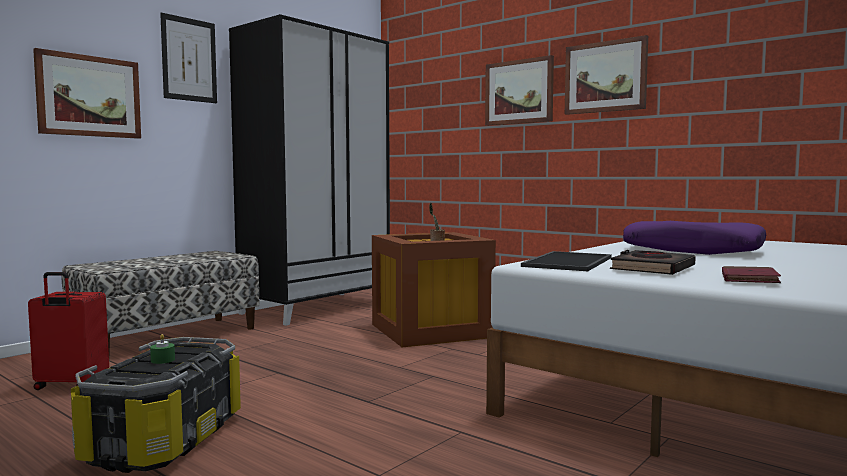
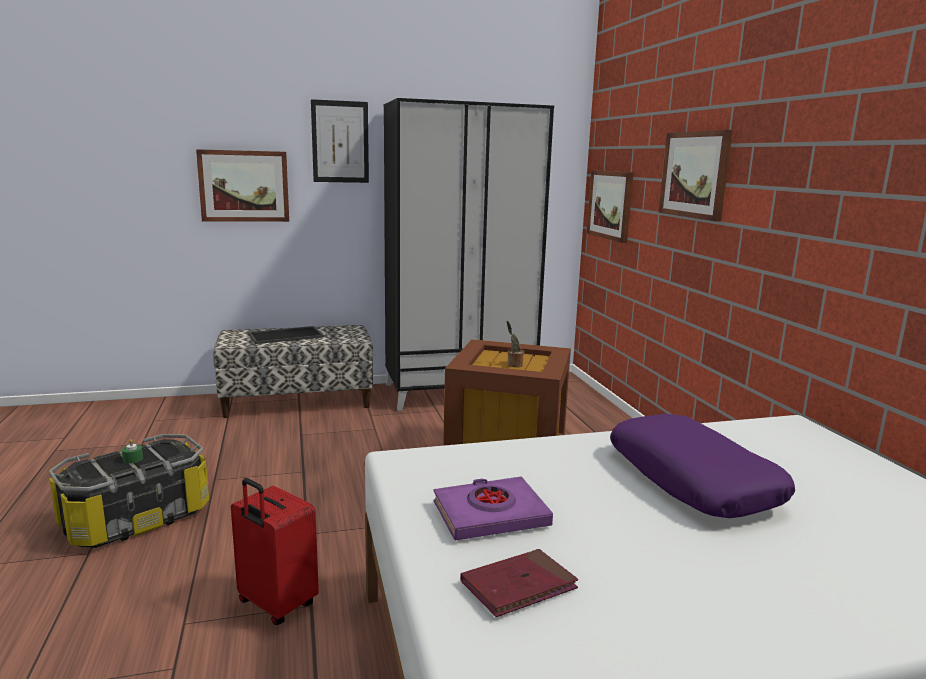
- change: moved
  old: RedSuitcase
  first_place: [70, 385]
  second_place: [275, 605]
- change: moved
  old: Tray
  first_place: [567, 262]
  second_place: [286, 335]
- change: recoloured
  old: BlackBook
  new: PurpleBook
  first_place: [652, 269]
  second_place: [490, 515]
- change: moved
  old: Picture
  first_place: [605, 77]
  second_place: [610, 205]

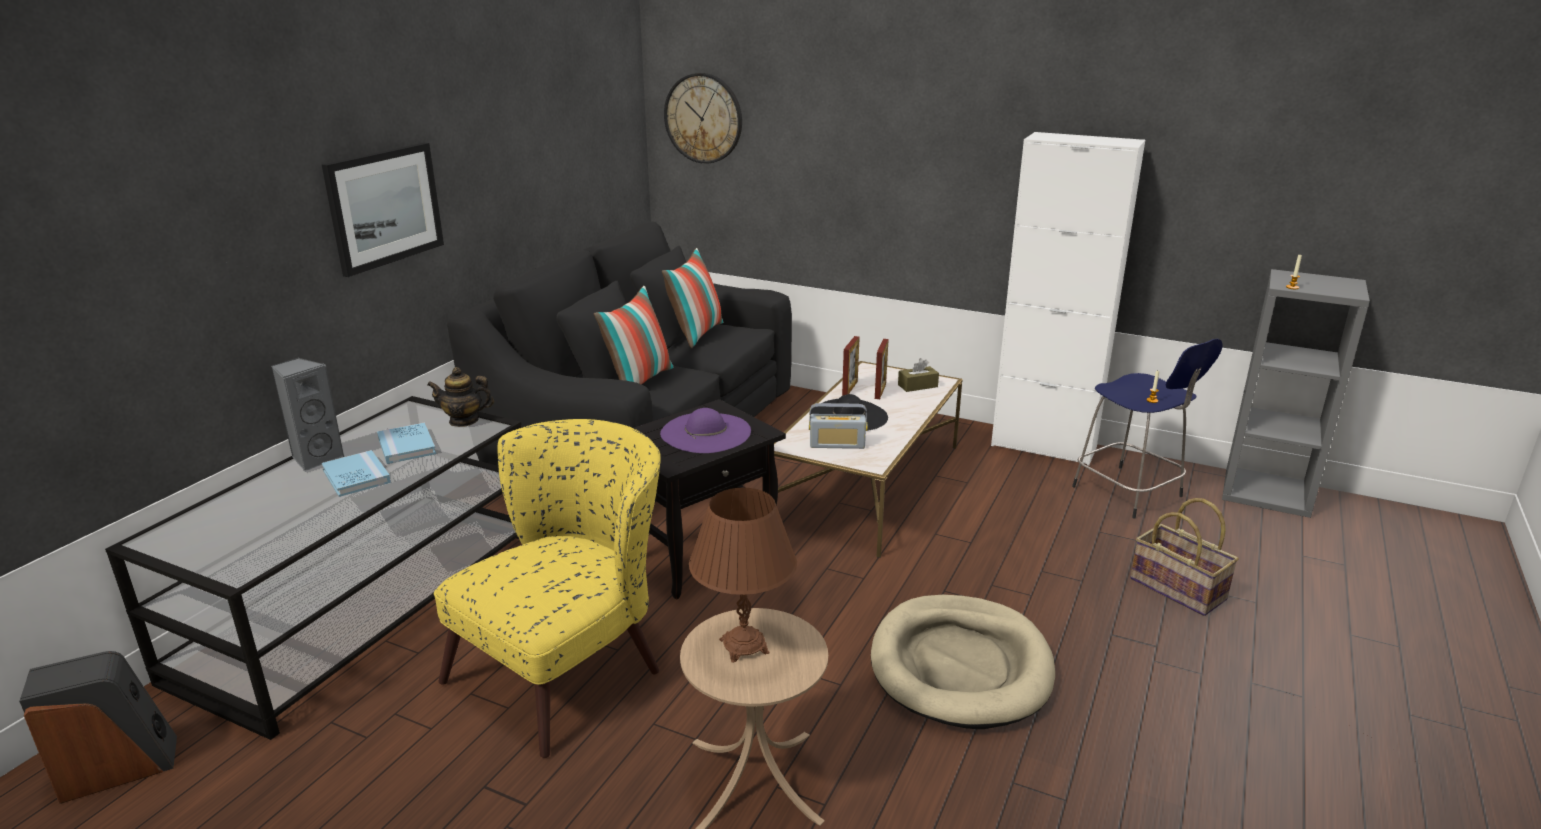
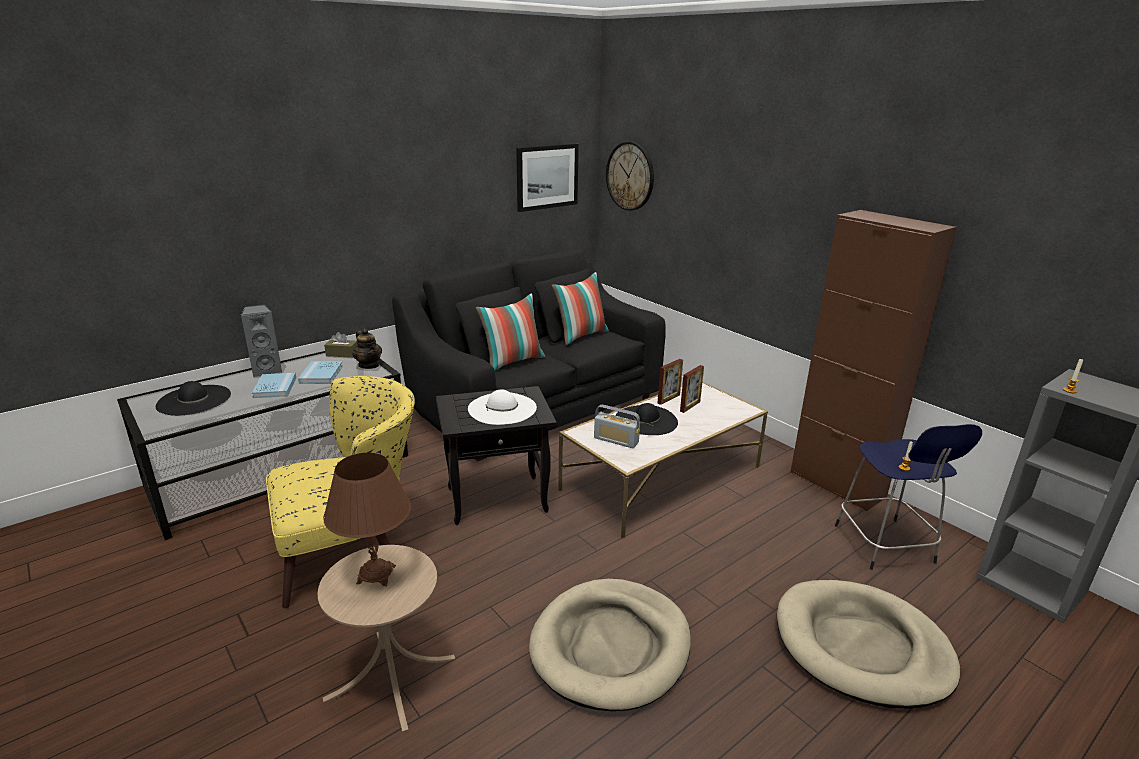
- change: added
  new: BlackHat
  second_place: [194, 400]
- change: moved
  old: BrownTissueBox
  first_place: [917, 386]
  second_place: [342, 354]
- change: turned
  old: Teapot
  first_place: [464, 420]
  second_place: [369, 365]
  degrees: -150
- change: recoloured
  old: PurpleHat
  new: WhiteHat
  first_place: [705, 432]
  second_place: [502, 408]
- change: moved
  old: Picture
  first_place: [384, 207]
  second_place: [547, 177]
- change: replaced
  old: Basket
  new: BeigeDogBed
  first_place: [1179, 589]
  second_place: [861, 647]
- change: recoloured
  old: WhiteCabinet
  new: BrownCabinet
  first_place: [1043, 446]
  second_place: [837, 484]
- change: removed
  old: Speaker
  first_place: [119, 767]

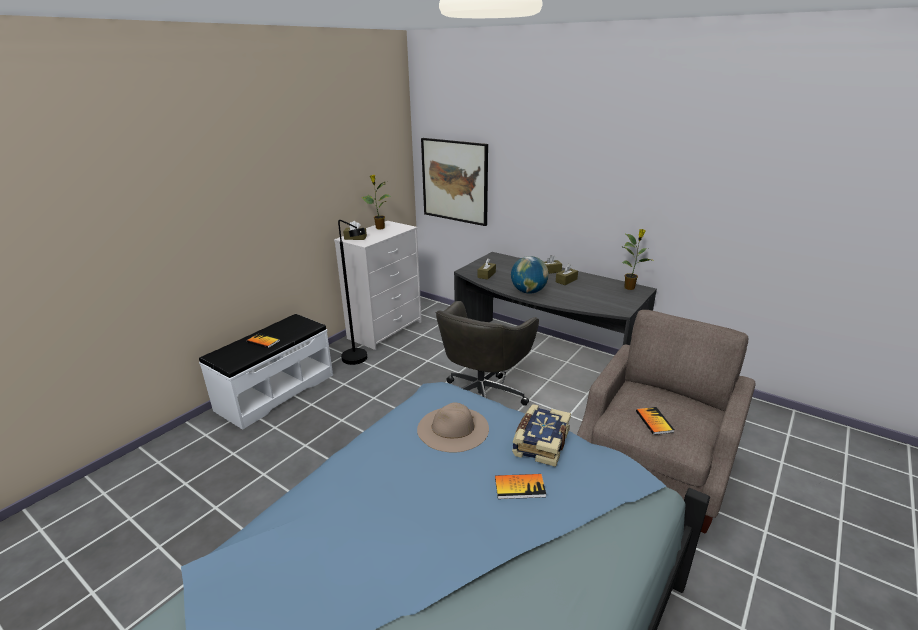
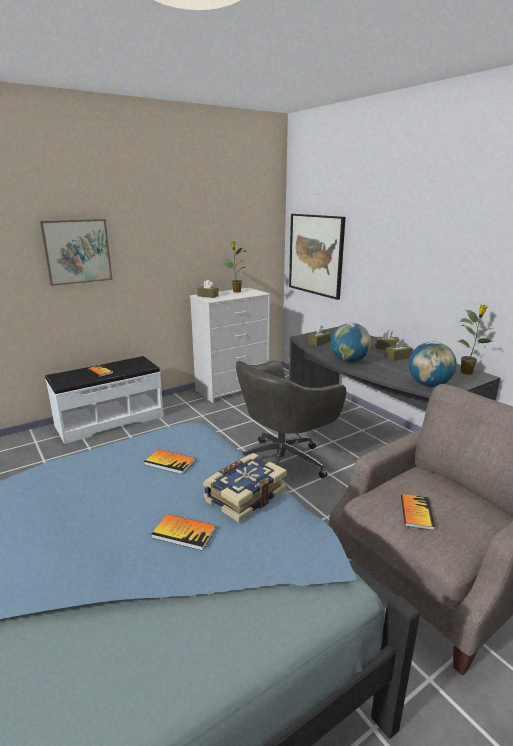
- change: added
  new: Picture
  second_place: [77, 251]
- change: replaced
  old: BeigeHat
  new: Book
  first_place: [453, 428]
  second_place: [170, 462]
- change: added
  new: Globe
  second_place: [429, 384]
- change: removed
  old: BlackFloorLamp
  first_place: [359, 360]

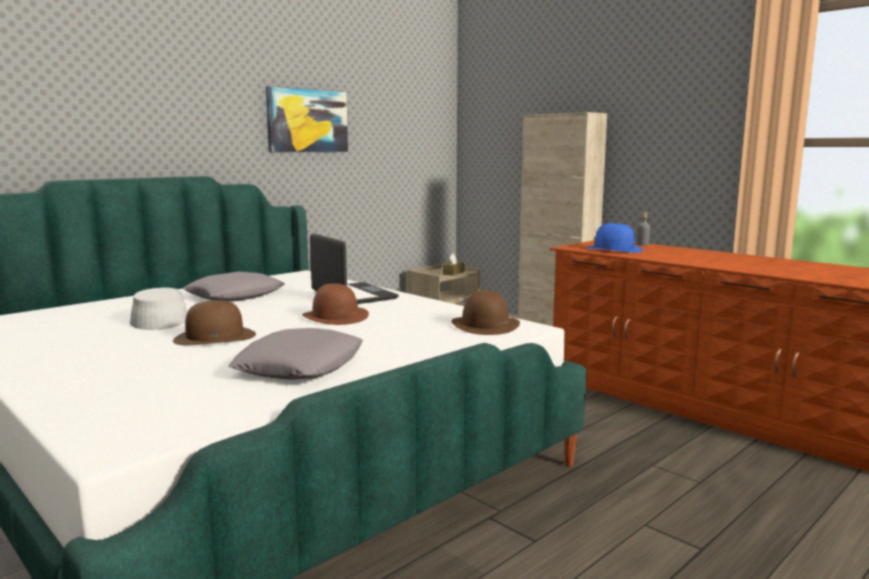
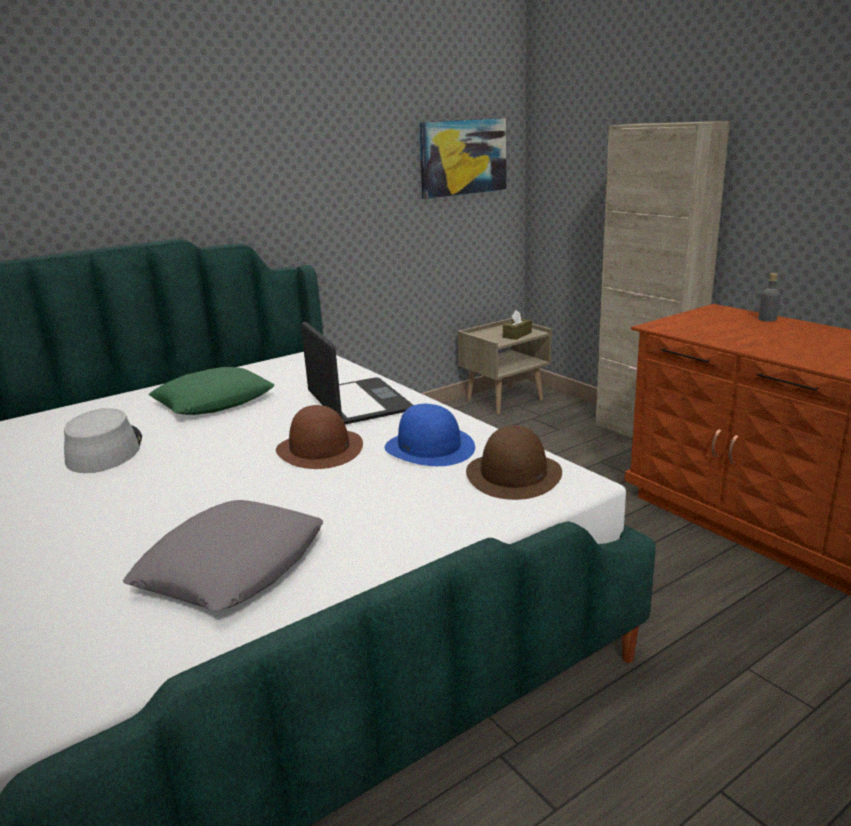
- change: recoloured
  old: GreyPillow
  new: GreenPillow
  first_place: [235, 295]
  second_place: [214, 401]
- change: moved
  old: BlueHat
  first_place: [614, 249]
  second_place: [430, 447]
- change: moved
  old: Picture
  first_place: [307, 121]
  second_place: [463, 157]
- change: removed
  old: BrownHat
  first_place: [215, 337]

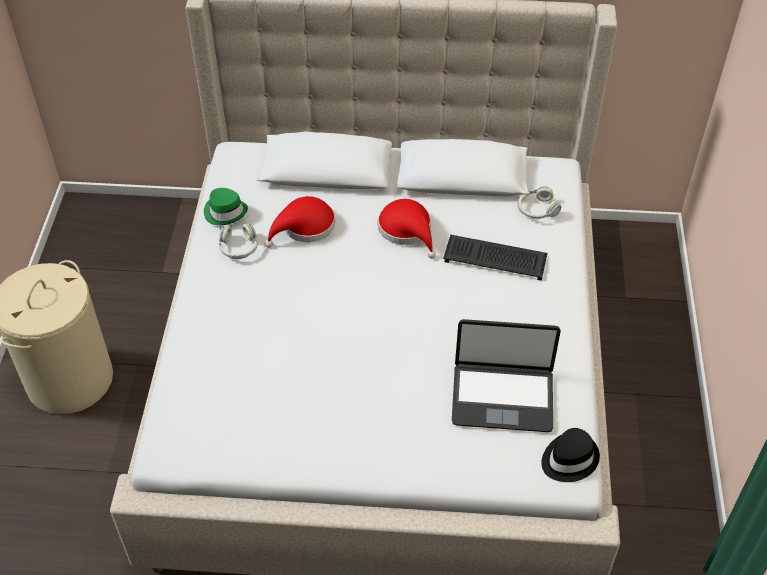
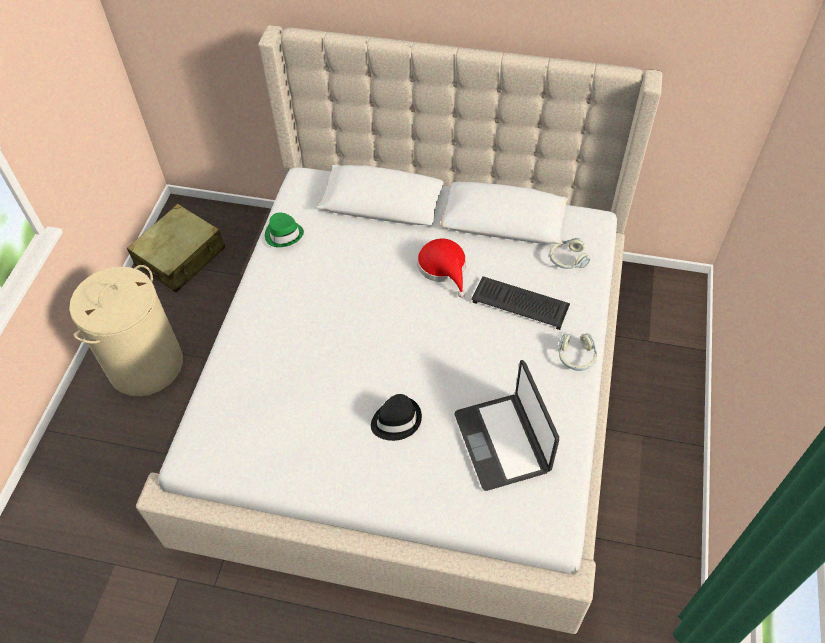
- change: added
  new: BeigeSuitcase
  second_place: [181, 257]
- change: moved
  old: BlackHat
  first_place: [568, 459]
  second_place: [396, 420]
- change: turned
  old: Laptop
  first_place: [502, 397]
  second_place: [503, 442]
  degrees: 60
- change: moved
  old: Headphones
  first_place: [239, 248]
  second_place: [576, 357]
- change: removed
  old: RedHat
  first_place: [304, 227]

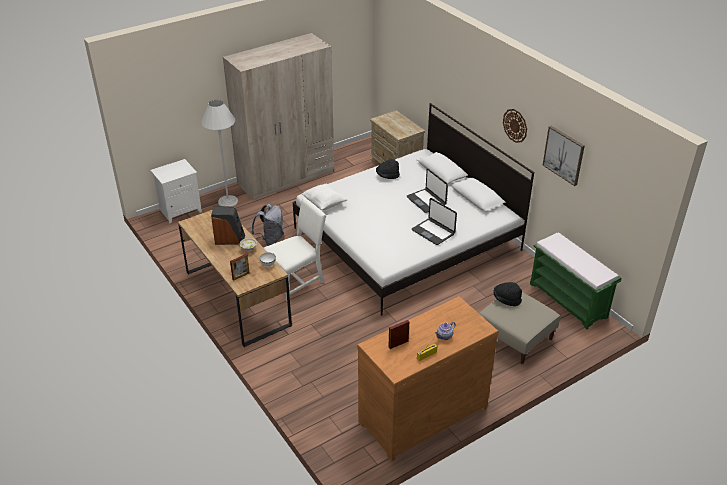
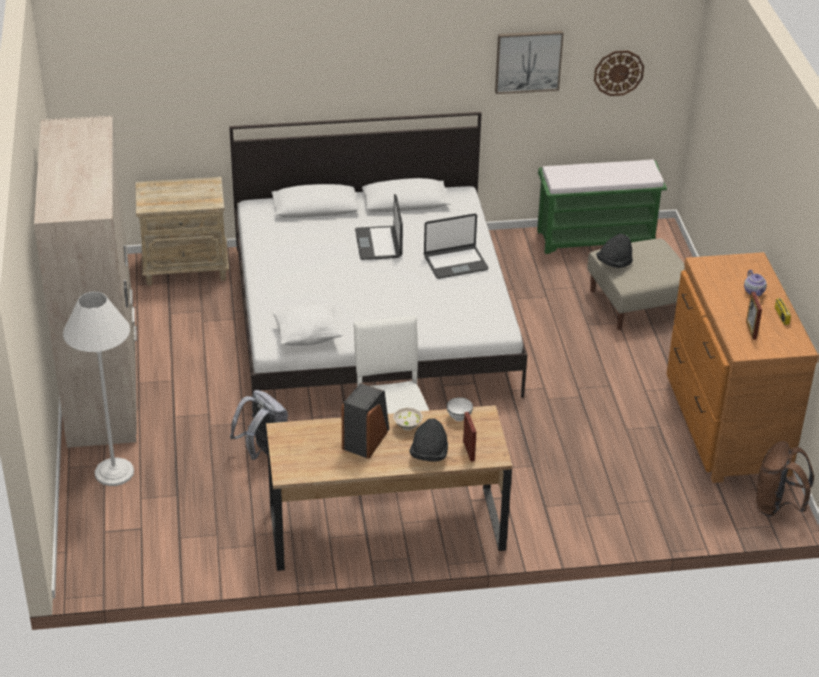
- change: turned
  old: Laptop
  first_place: [426, 201]
  second_place: [379, 244]
  degrees: 90
- change: moved
  old: BlackHat
  first_place: [387, 176]
  second_place: [429, 455]
- change: moved
  old: WallClock
  first_place: [515, 125]
  second_place: [618, 72]
- change: added
  new: BrownBackpack
  second_place: [777, 506]
- change: removed
  old: WhiteNightstand
  first_place: [180, 210]

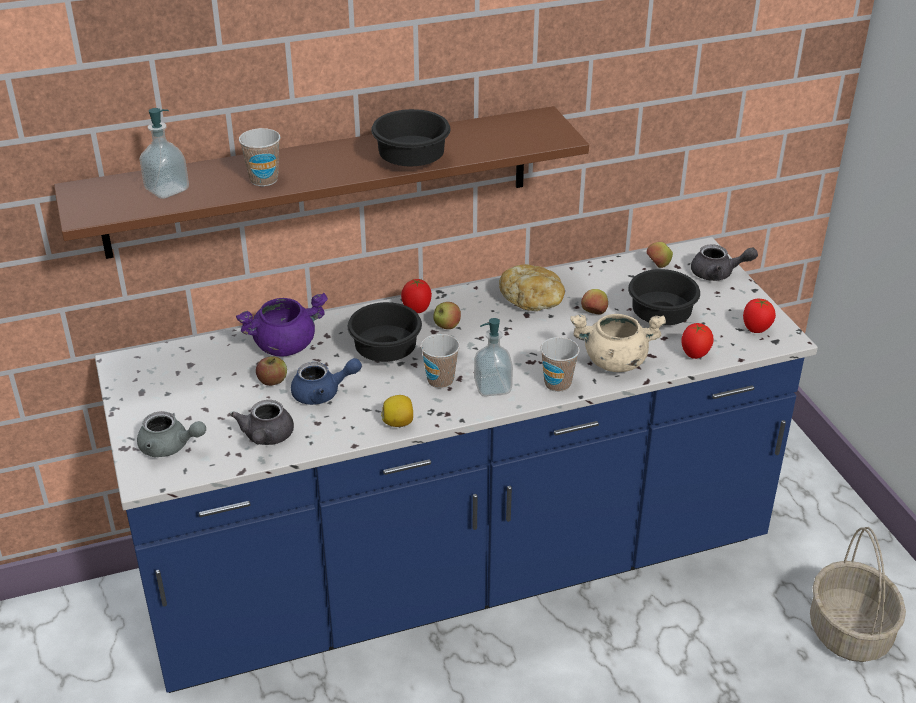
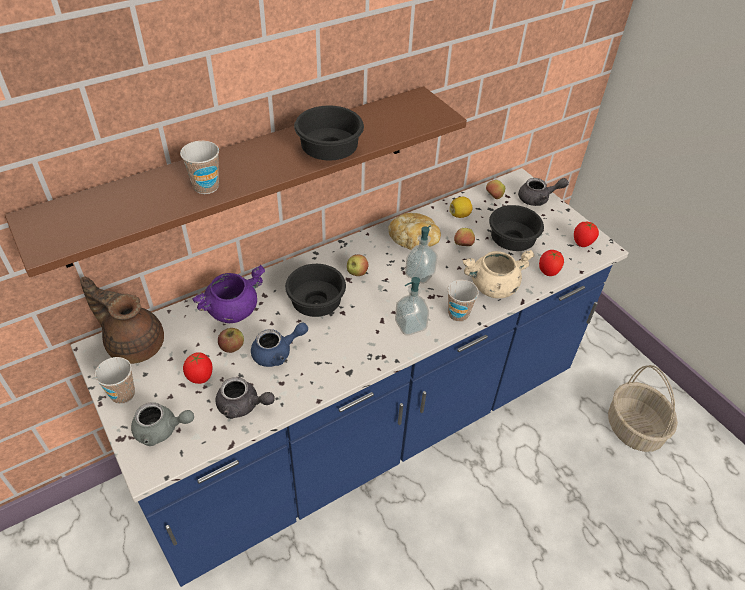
- change: added
  new: BrownTeapot
  second_place: [134, 343]
- change: moved
  old: Cup
  first_place: [440, 380]
  second_place: [123, 394]
- change: moved
  old: Tomato
  first_place: [417, 310]
  second_place: [201, 378]
- change: turned
  old: GreyTeapot
  first_place: [266, 438]
  second_place: [243, 406]
  degrees: -60
- change: moved
  old: SoapDispenser
  first_place: [167, 190]
  second_place: [420, 274]
- change: moved
  old: Lemon
  first_place: [398, 423]
  second_place: [460, 215]

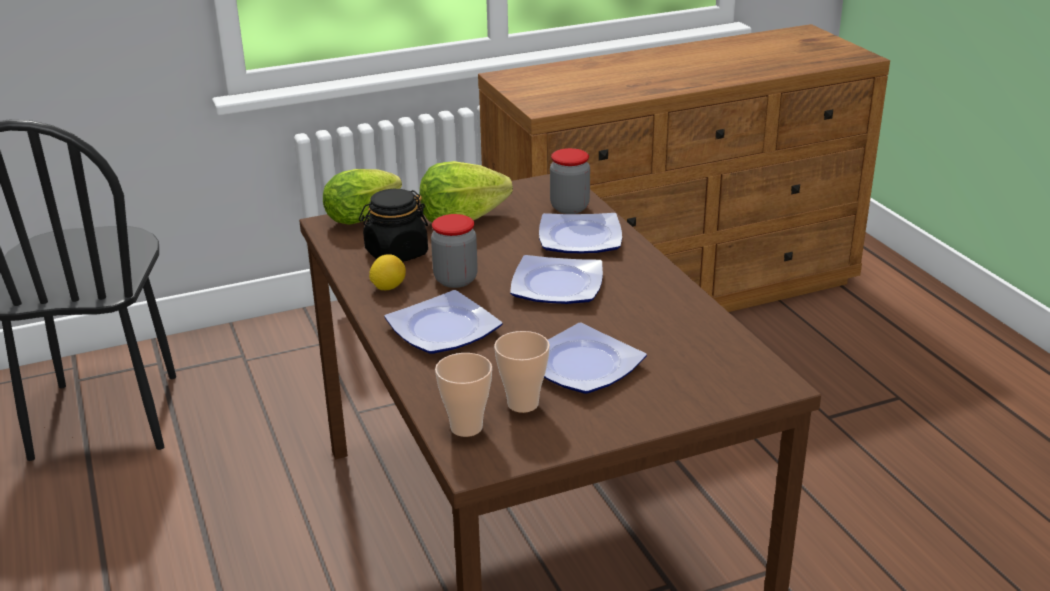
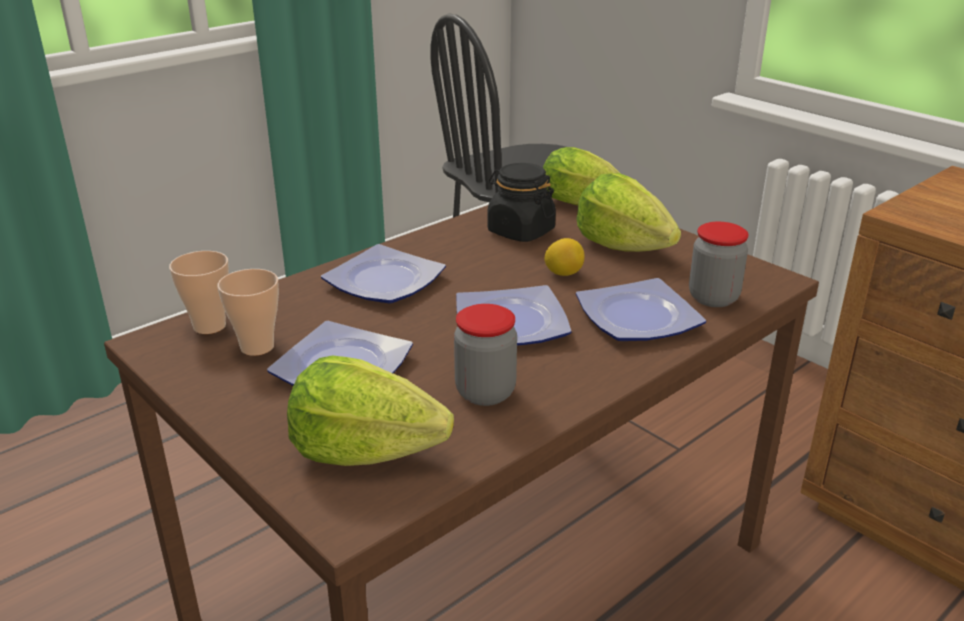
- change: added
  new: Lettuce
  second_place: [365, 451]
- change: moved
  old: Jar
  first_place: [455, 279]
  second_place: [485, 392]
- change: moved
  old: Lemon
  first_place: [388, 287]
  second_place: [563, 273]

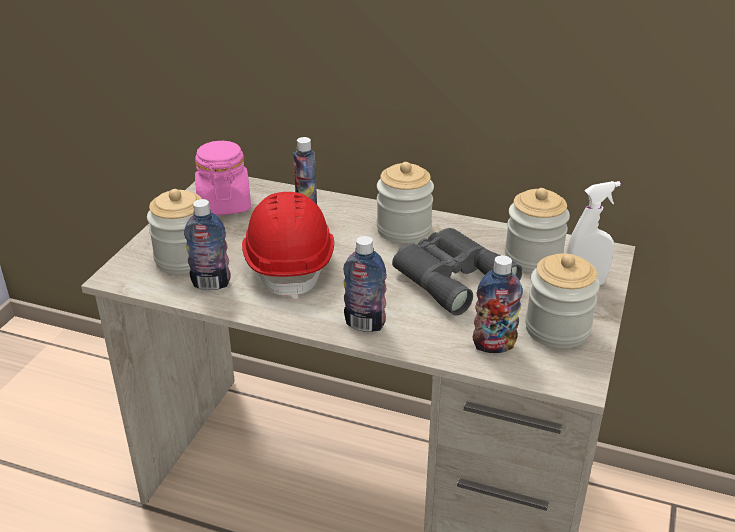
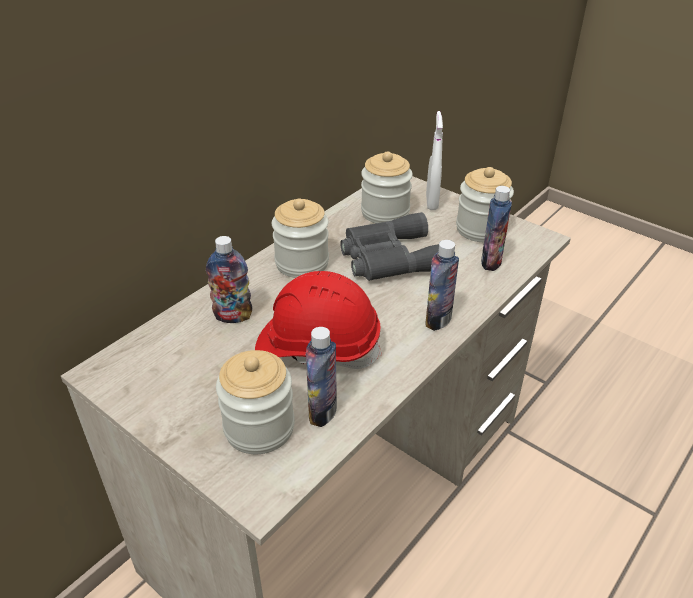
- change: removed
  old: PinkJar
  first_place: [224, 204]

